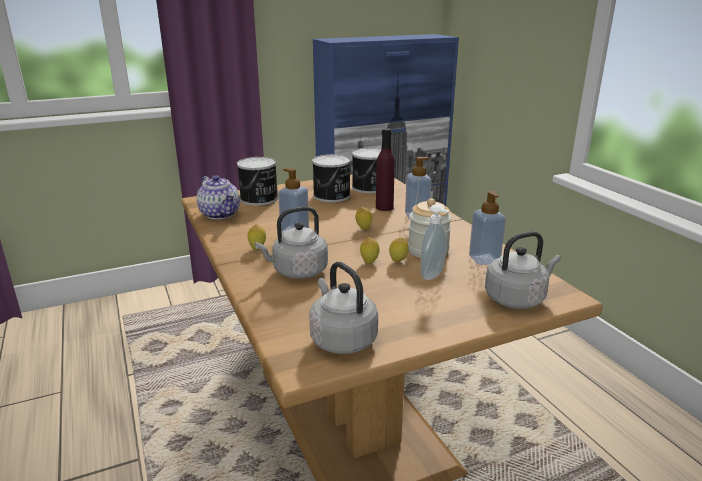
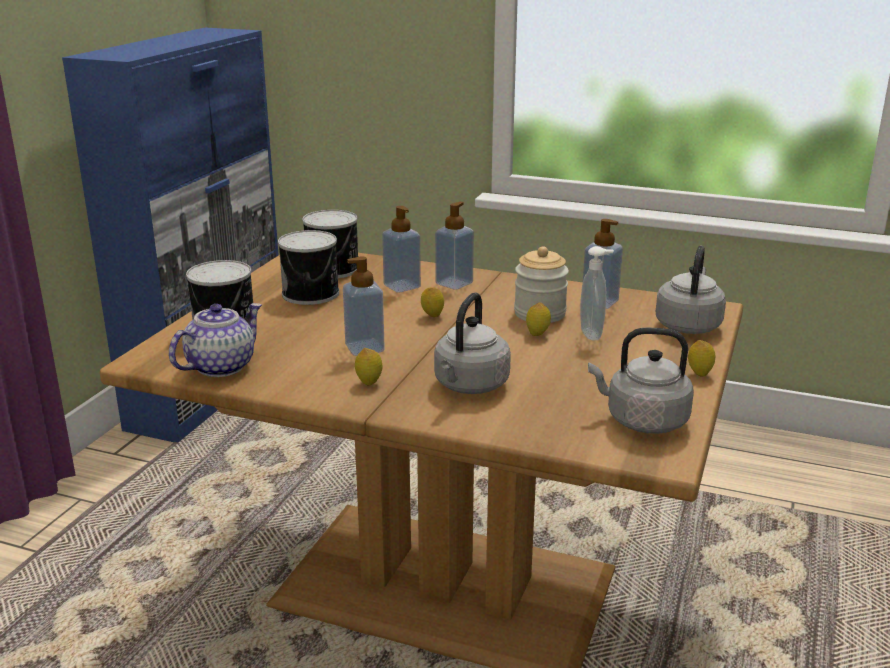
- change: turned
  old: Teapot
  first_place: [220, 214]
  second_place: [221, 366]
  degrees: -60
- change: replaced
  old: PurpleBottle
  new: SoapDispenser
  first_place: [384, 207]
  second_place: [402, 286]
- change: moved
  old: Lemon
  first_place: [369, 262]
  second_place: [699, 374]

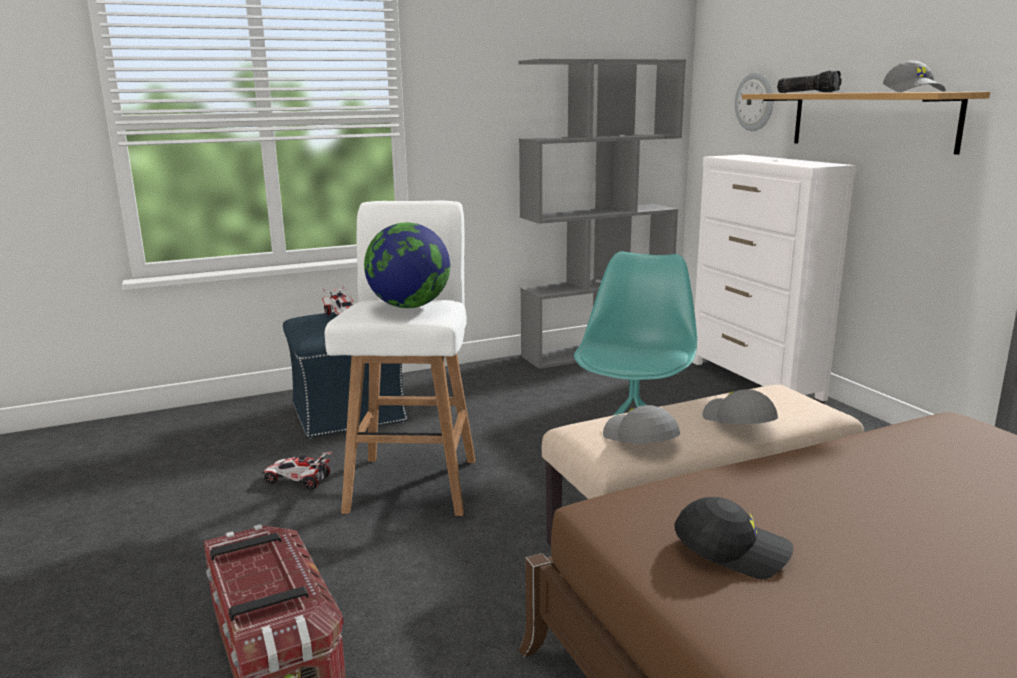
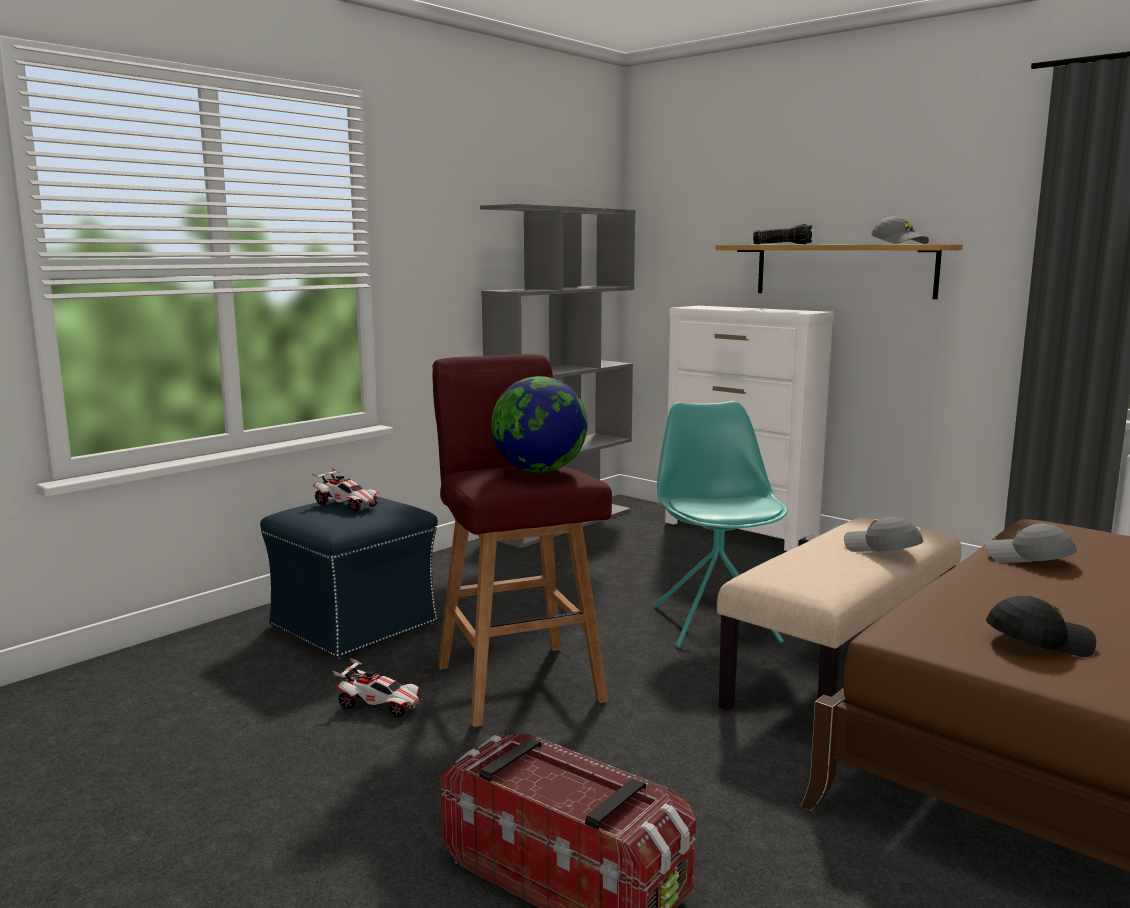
- change: turned
  old: ToyCar
  first_place: [298, 481]
  second_place: [379, 705]
  degrees: -150
- change: recoloured
  old: WhiteStool
  new: RedStool
  first_place: [414, 483]
  second_place: [518, 681]
- change: moved
  old: GreyCap
  first_place: [639, 439]
  second_place: [1028, 559]
- change: removed
  old: WallClock
  first_place: [755, 102]

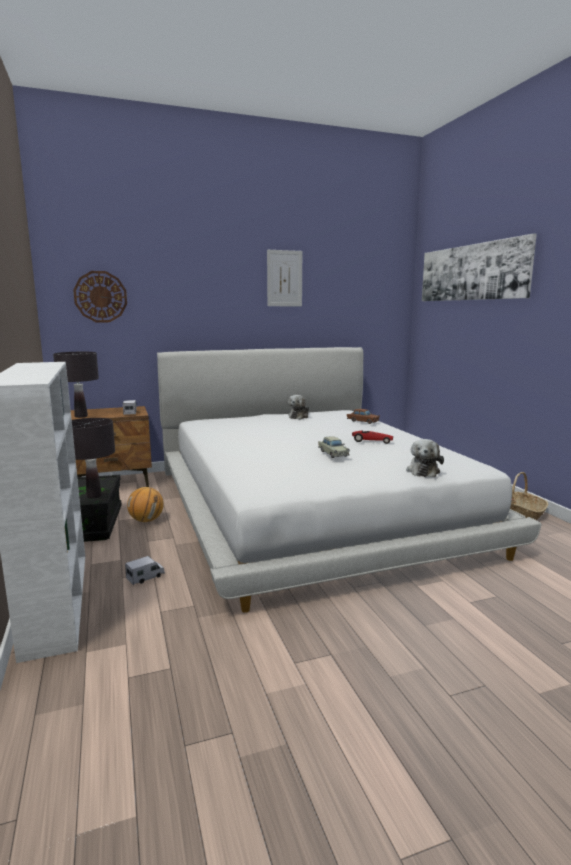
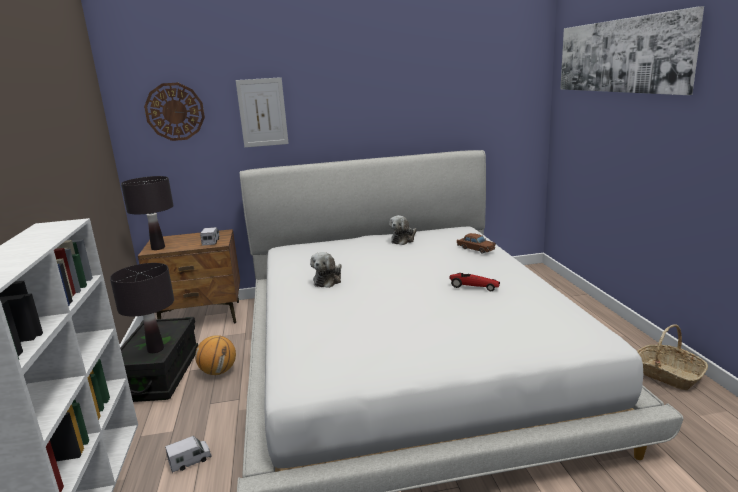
- change: moved
  old: Picture
  first_place: [284, 278]
  second_place: [262, 112]
- change: moved
  old: PlushToy
  first_place: [423, 471]
  second_place: [328, 280]
- change: removed
  old: BeigeToyCar
  first_place: [333, 453]

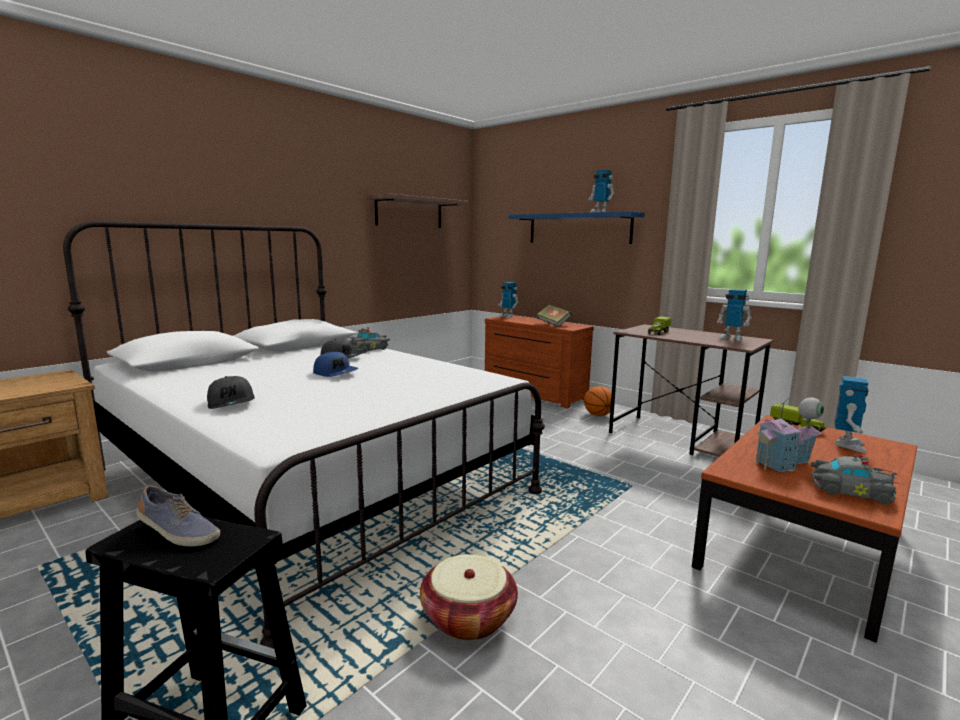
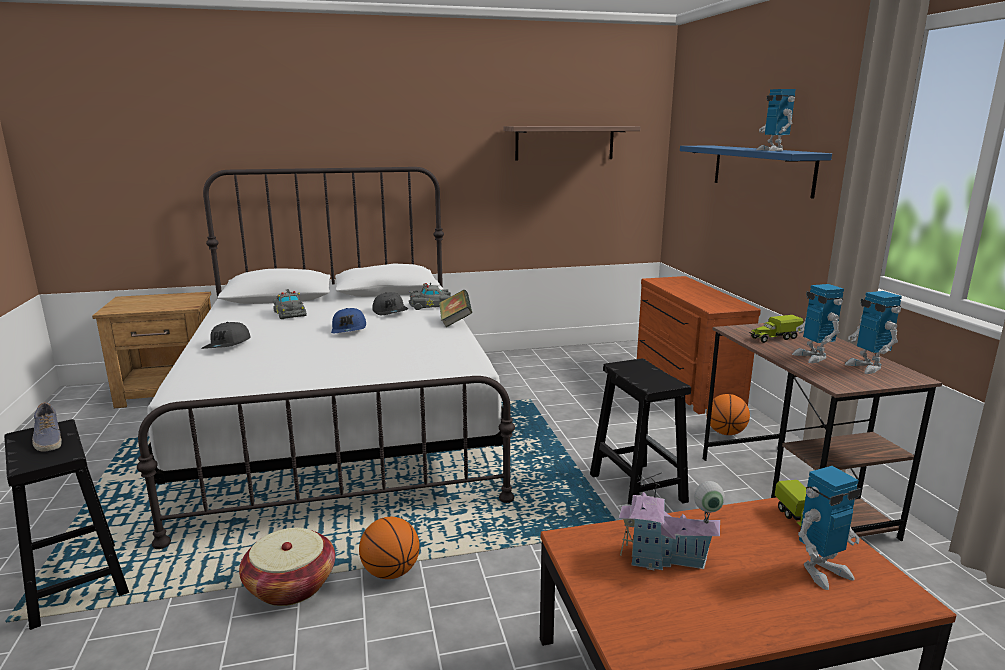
- change: moved
  old: GreyToyCar
  first_place: [848, 490]
  second_place: [290, 313]
- change: added
  new: Basketball
  second_place: [391, 572]
- change: moved
  old: Book
  first_place: [553, 324]
  second_place: [455, 321]
- change: added
  new: BlackStool
  second_place: [636, 487]
- change: moved
  old: ToyRobot
  first_place: [507, 316]
  second_place: [813, 357]

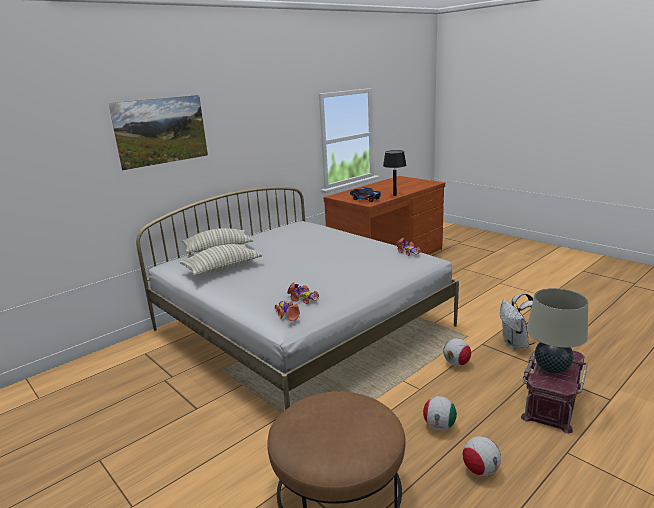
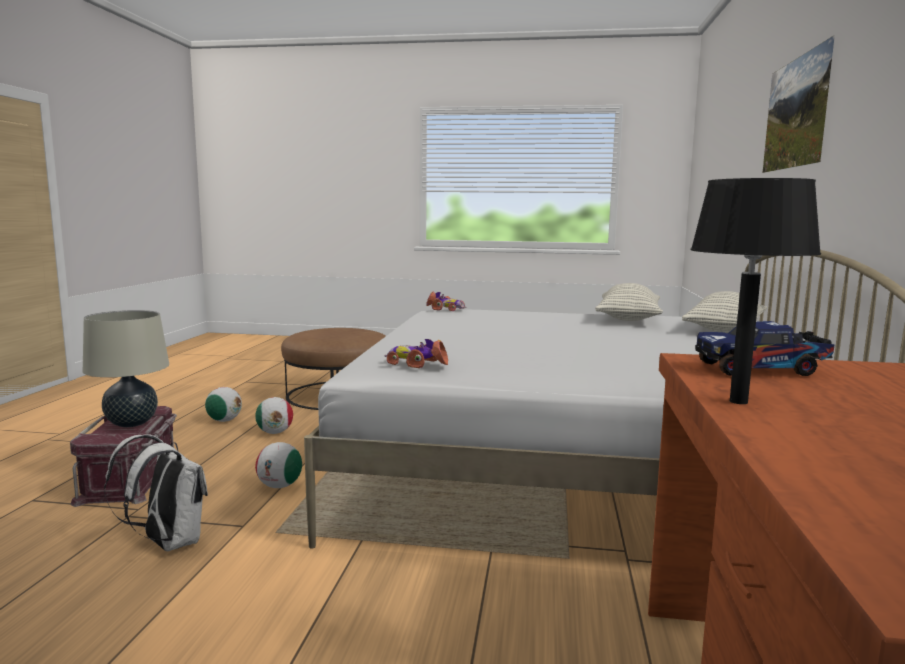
- change: removed
  old: ToyCar
  first_place: [303, 298]

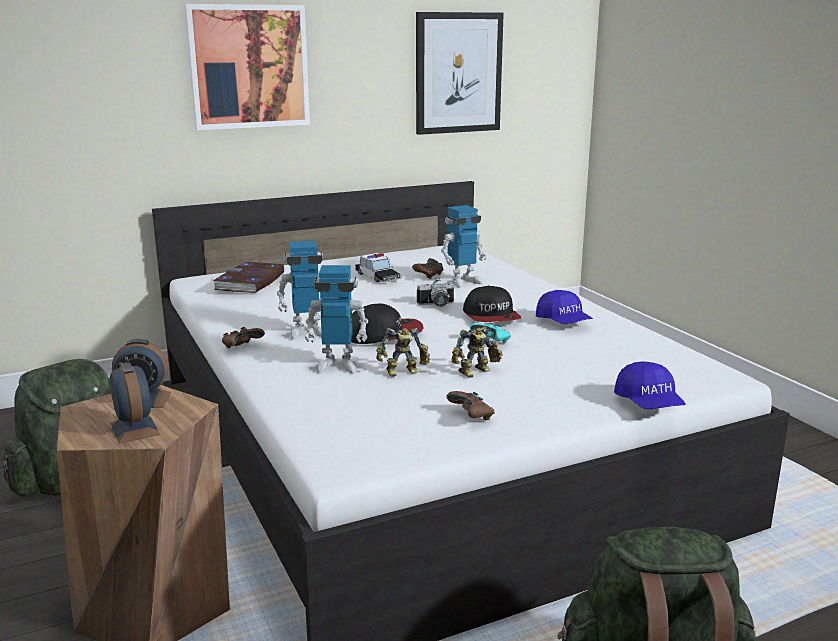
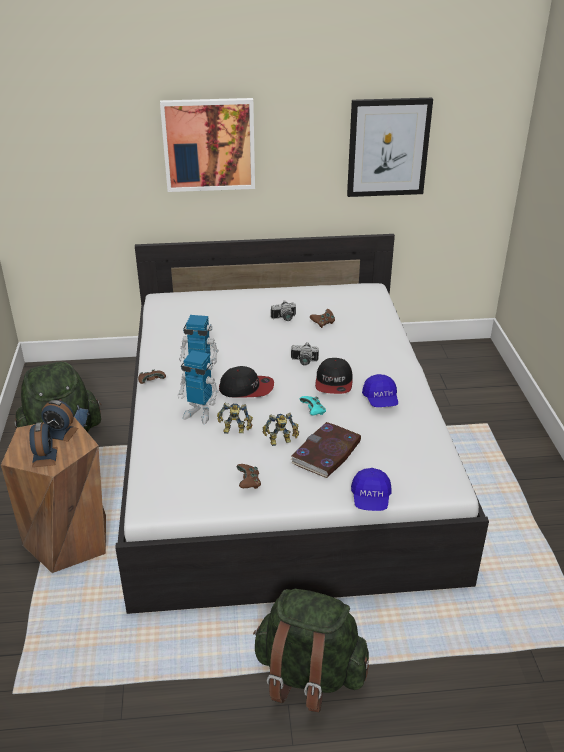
- change: replaced
  old: ToyCar
  new: PhotoCamera
  first_place: [377, 277]
  second_place: [284, 318]
- change: moved
  old: Book
  first_place: [250, 281]
  second_place: [326, 453]
- change: removed
  old: ToyRobot
  first_place: [463, 282]

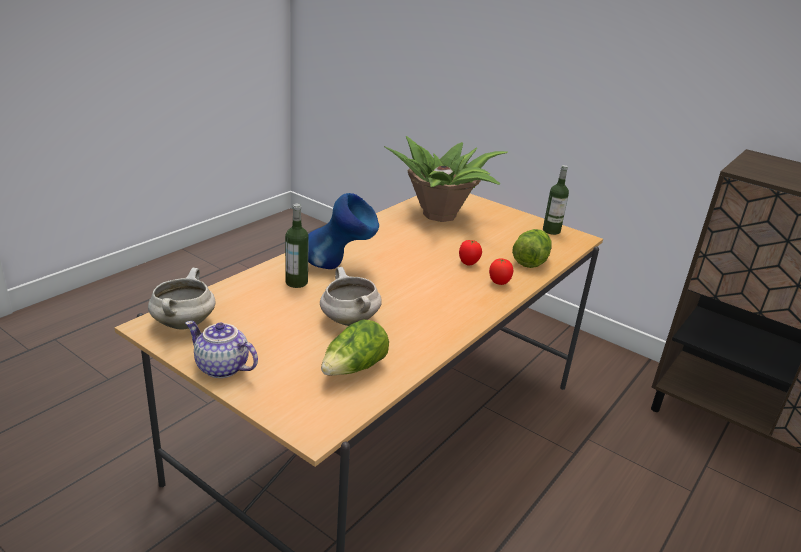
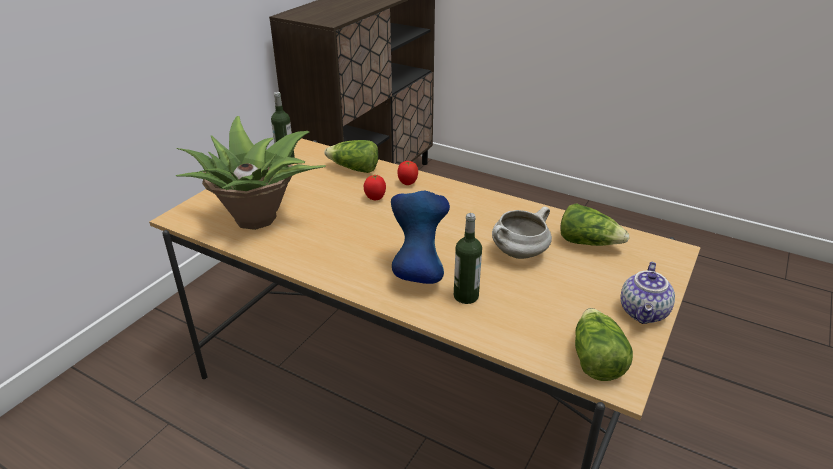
- change: replaced
  old: WhiteCookingPot
  new: Lettuce
  first_place: [183, 323]
  second_place: [595, 359]

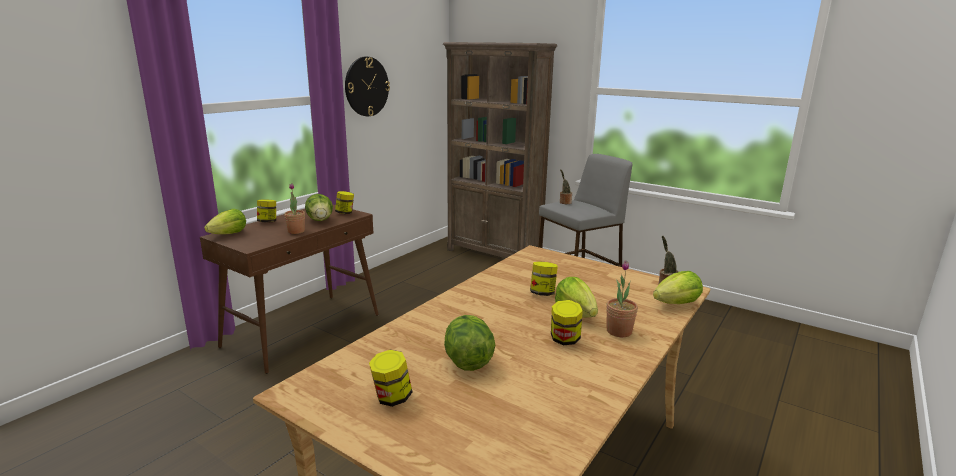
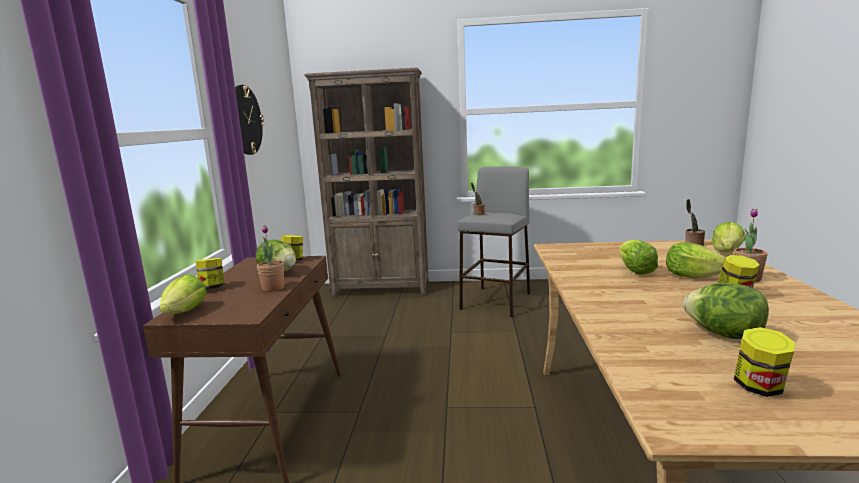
- change: replaced
  old: Jar
  new: Lettuce
  first_place: [542, 293]
  second_place: [635, 271]

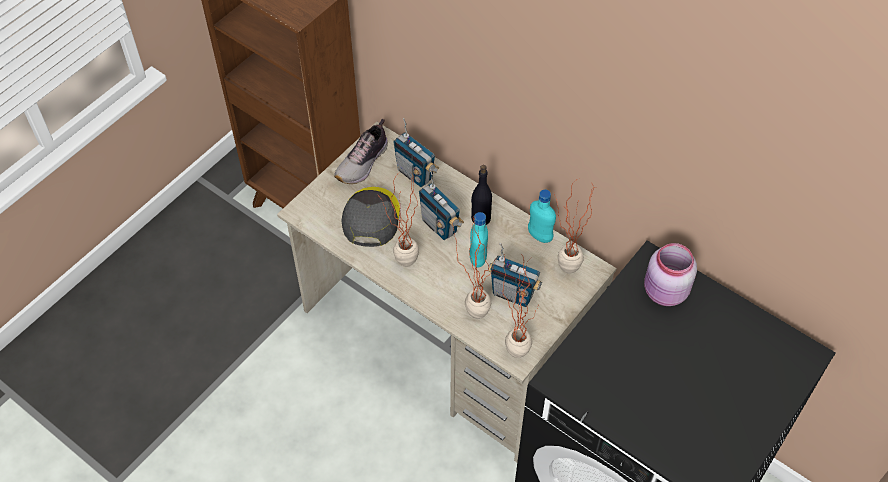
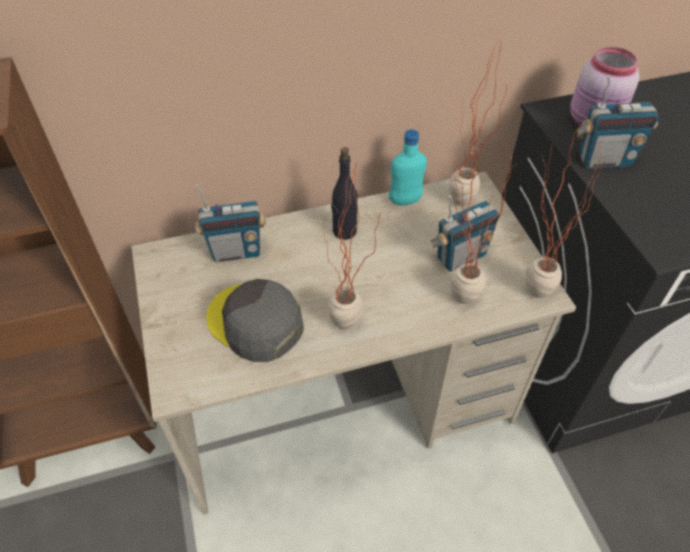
- change: moved
  old: Radio
  first_place: [440, 225]
  second_place: [604, 160]
- change: removed
  old: Shoe
  first_place: [363, 163]
- change: removed
  old: TurquoiseBottle
  first_place: [478, 258]

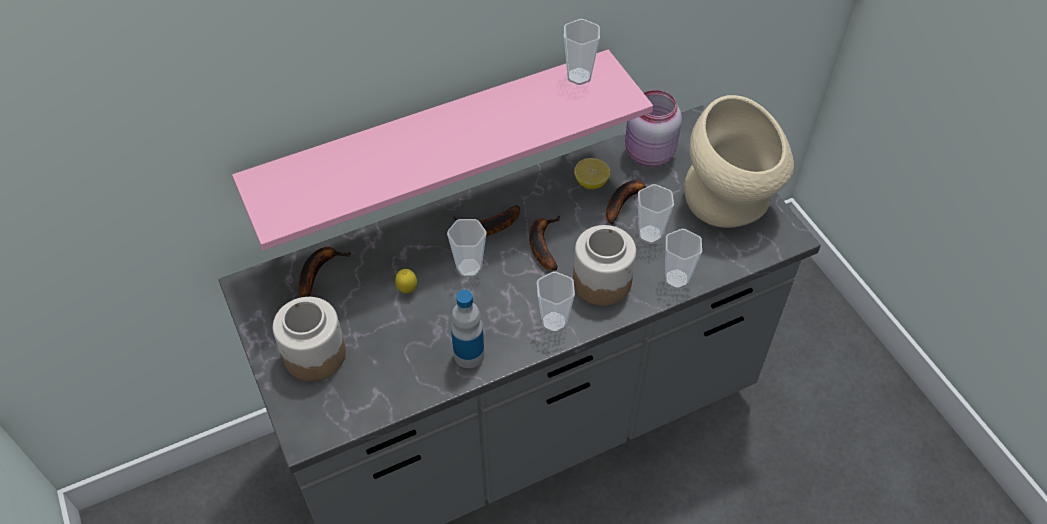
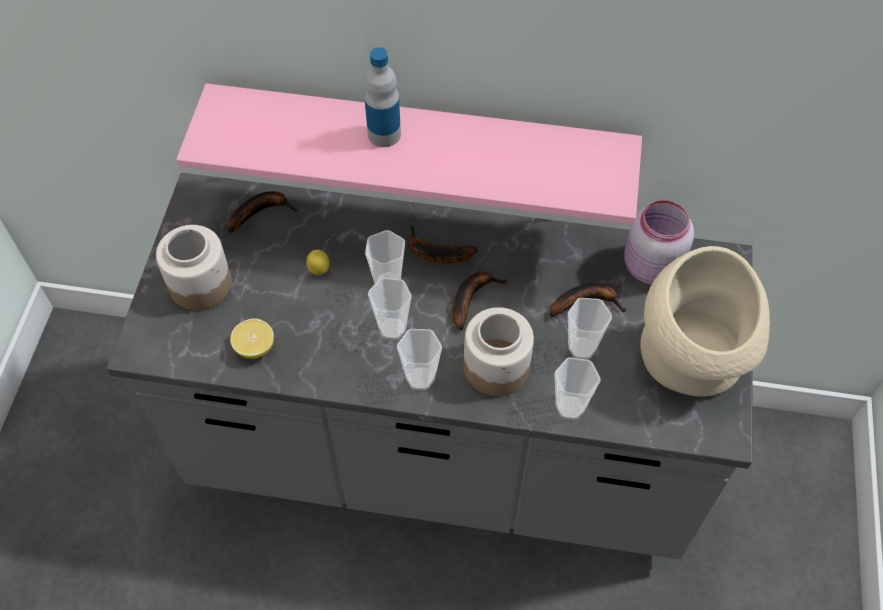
- change: moved
  old: Lemon
  first_place: [591, 182]
  second_place: [255, 347]
- change: moved
  old: Bottle
  first_place: [469, 355]
  second_place: [384, 134]
- change: moved
  old: Cup
  first_place: [579, 76]
  second_place: [392, 328]

